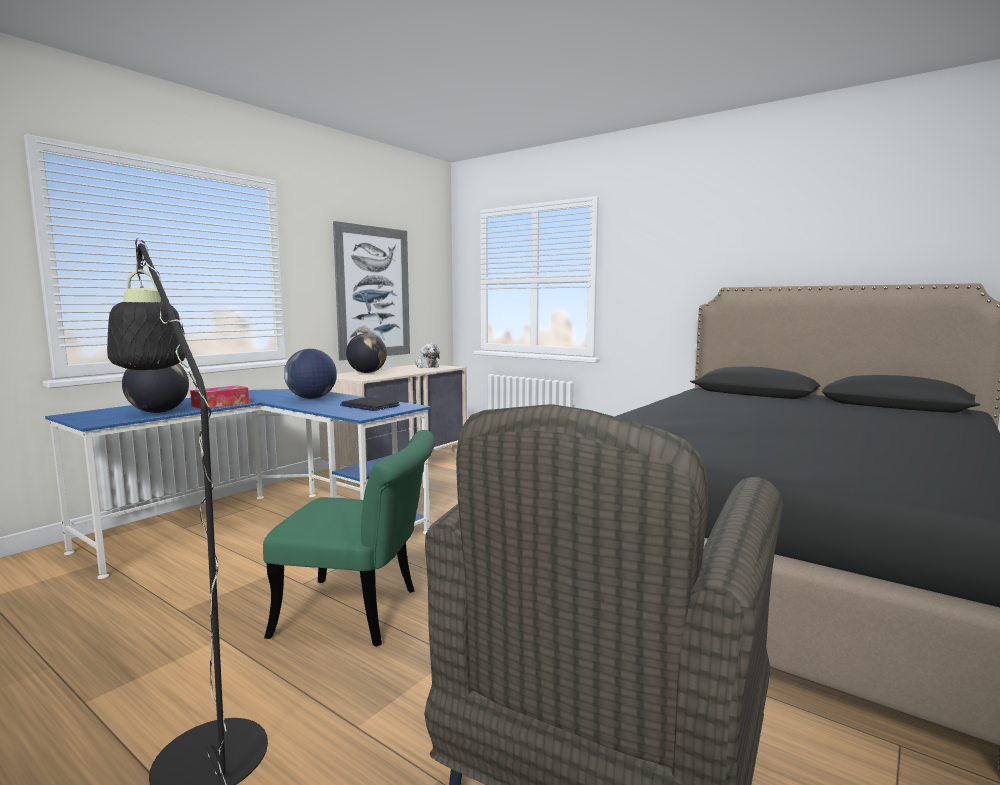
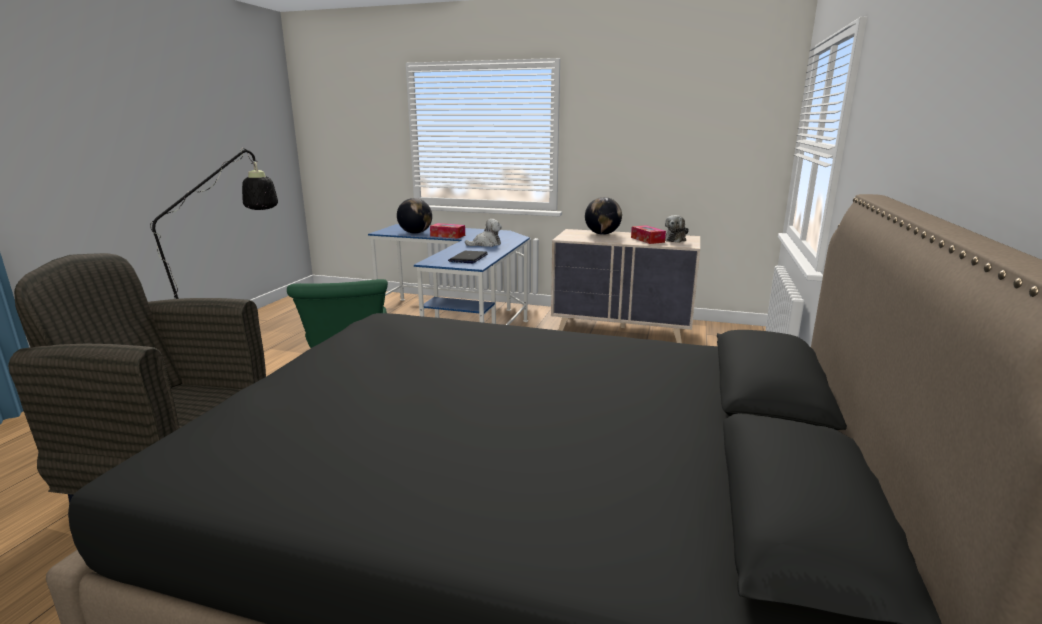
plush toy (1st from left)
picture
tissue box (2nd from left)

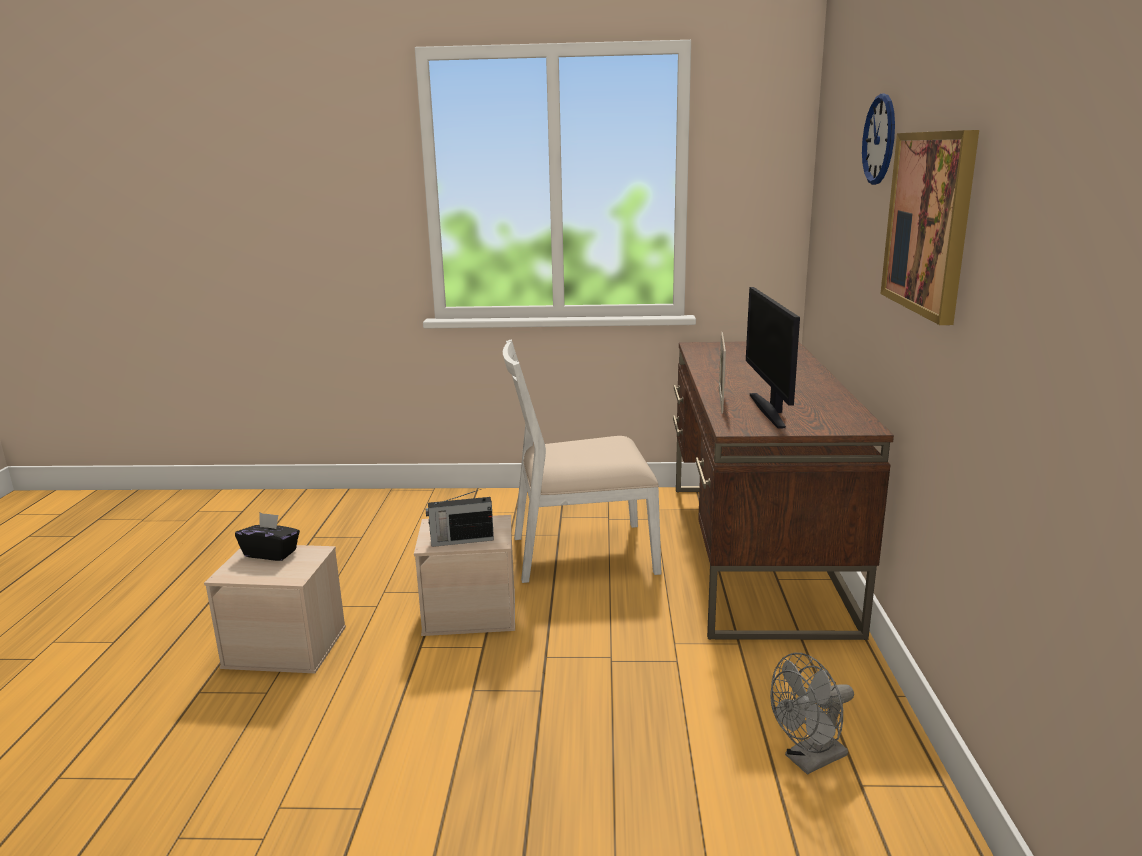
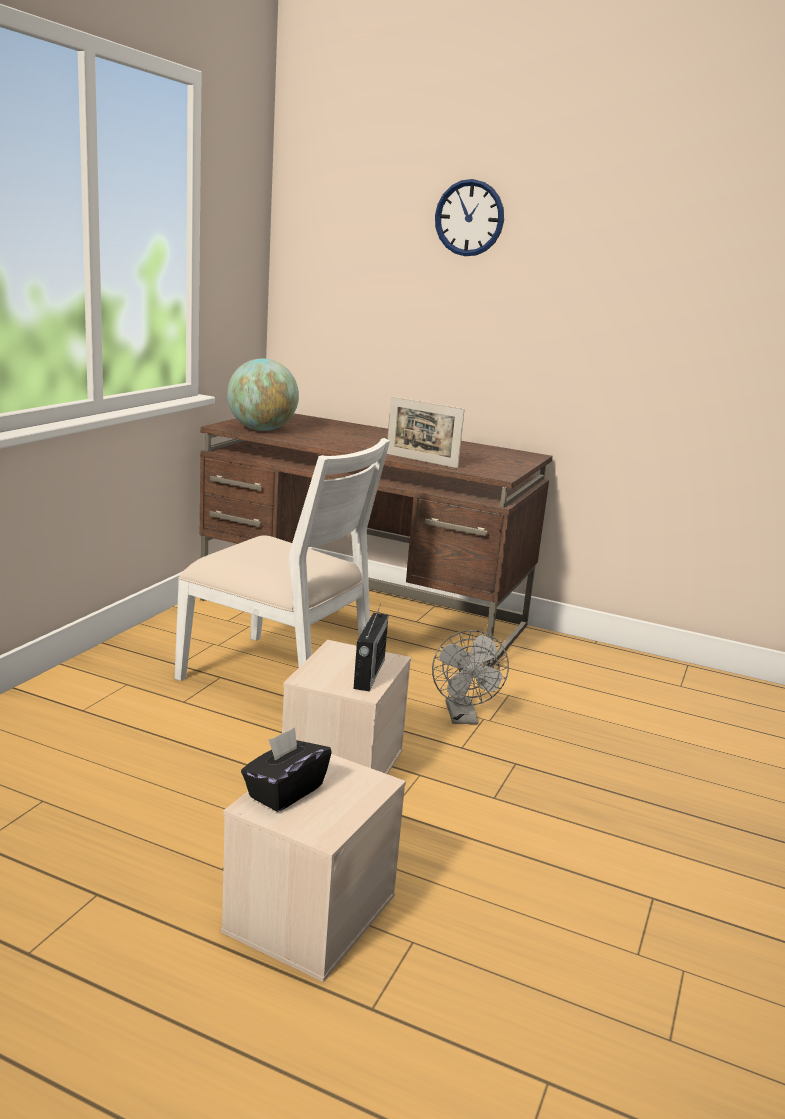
chair/white
monitor
fan/grey
picture
globe

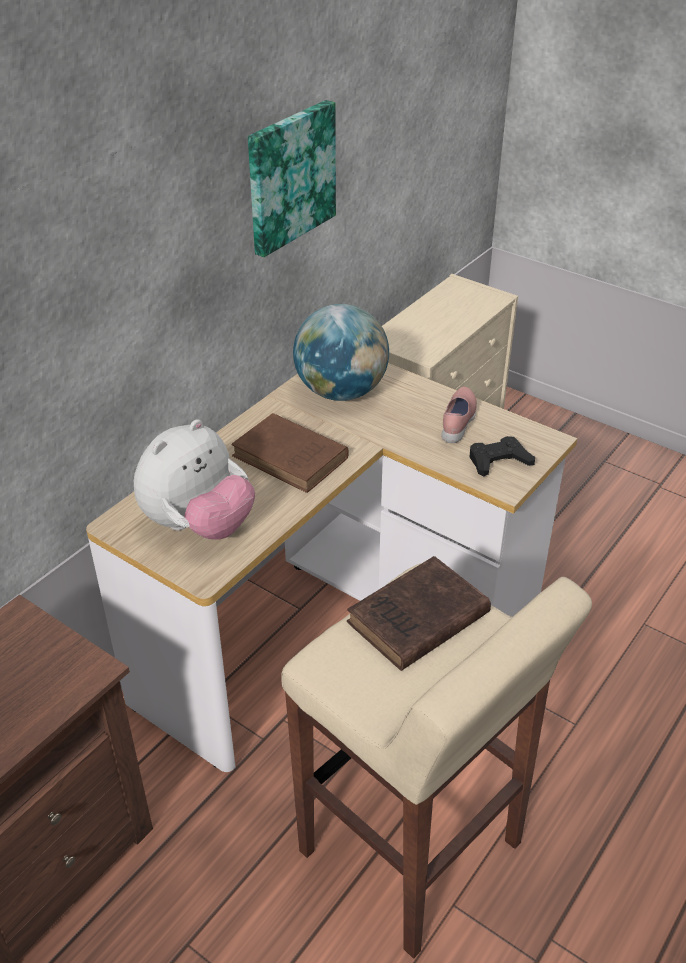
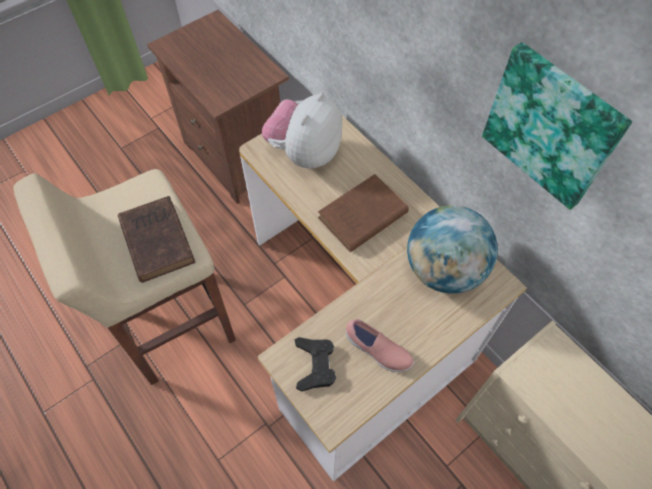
plush toy

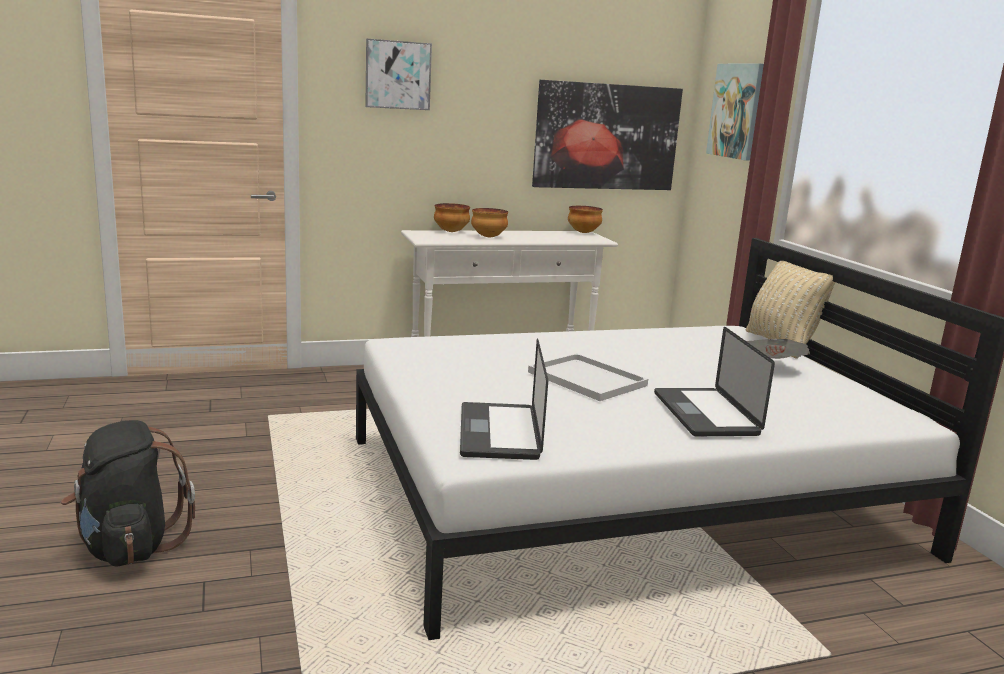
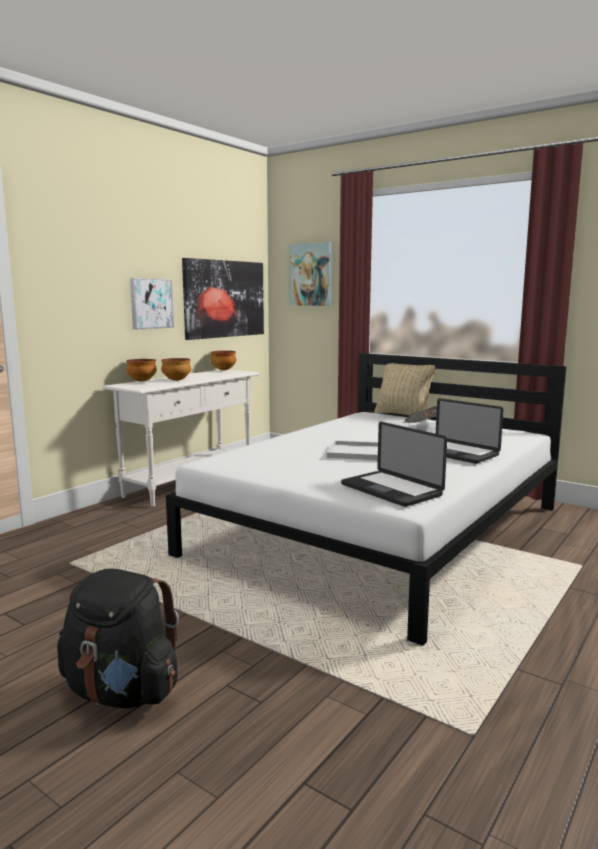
picture (1st from left)

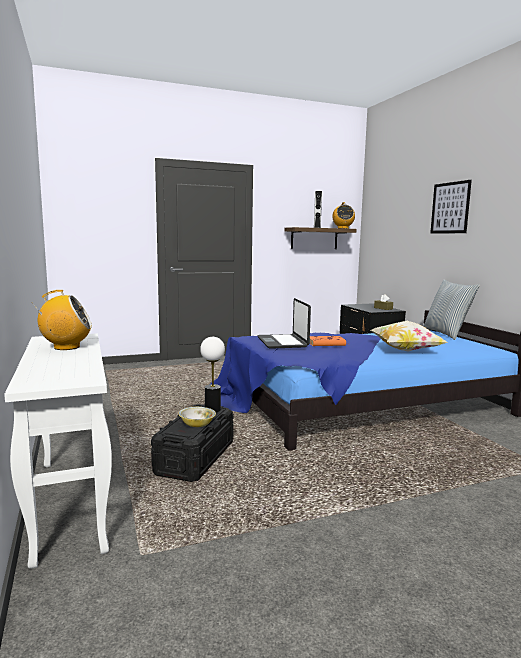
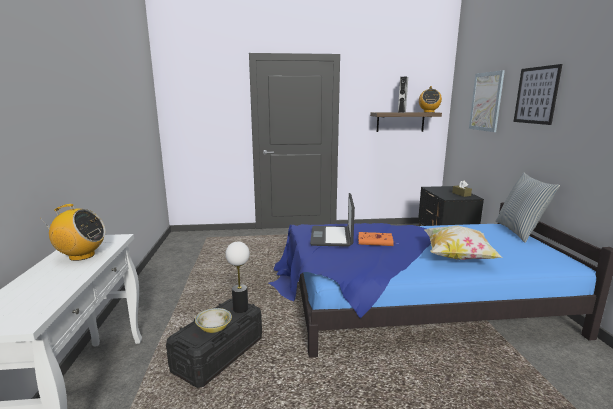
picture (1st from left)

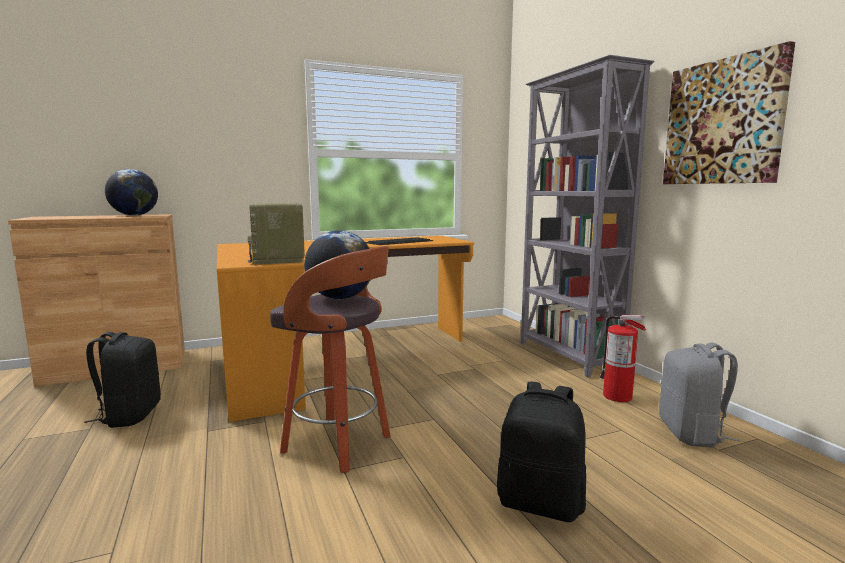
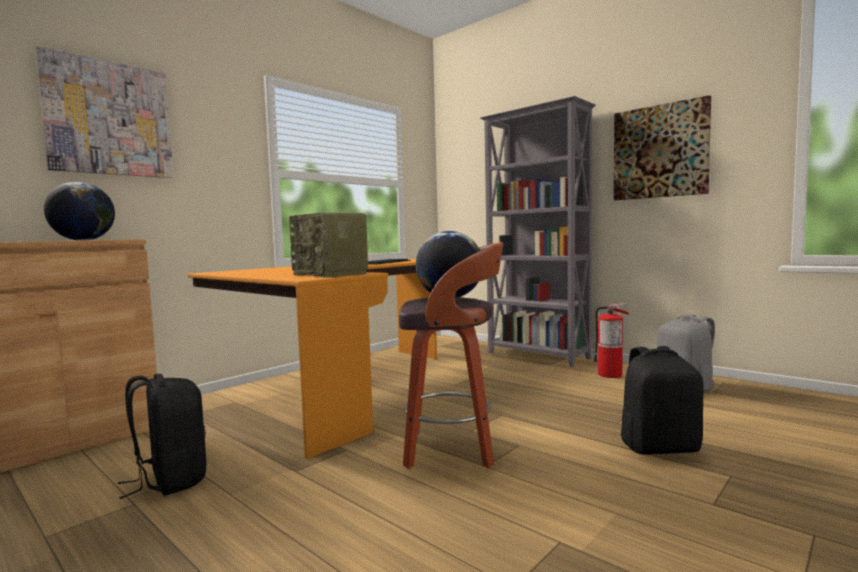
picture (1st from left)

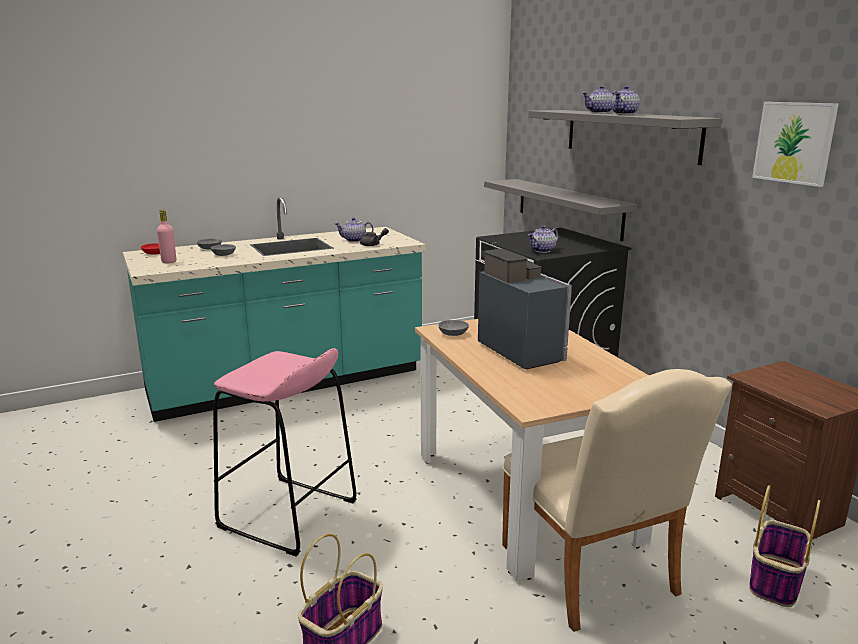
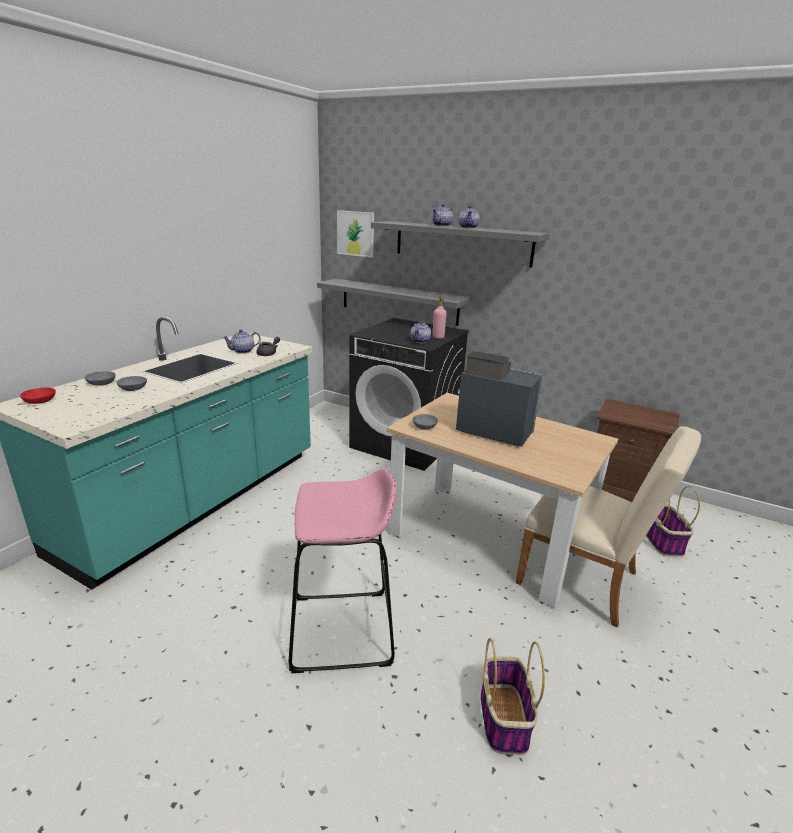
bottle/pink
picture

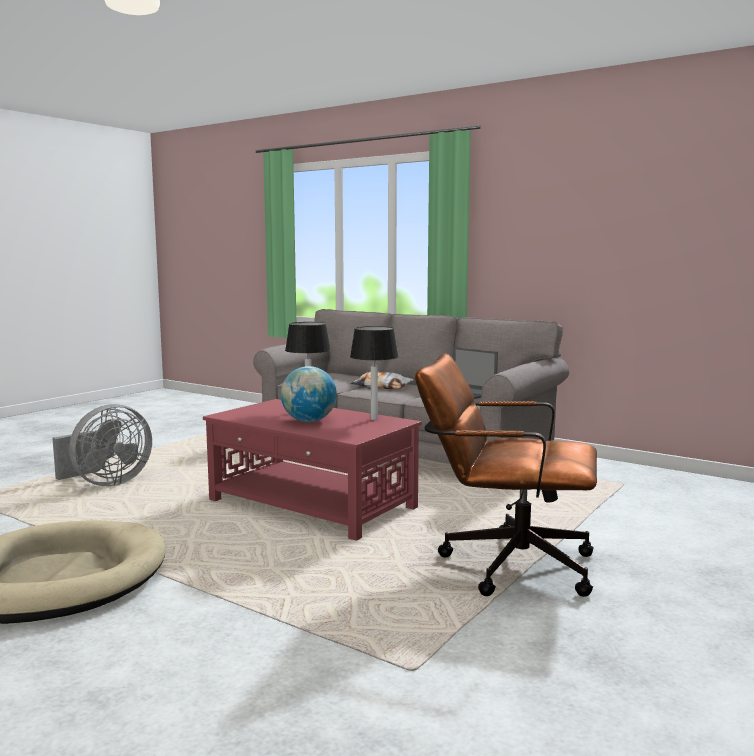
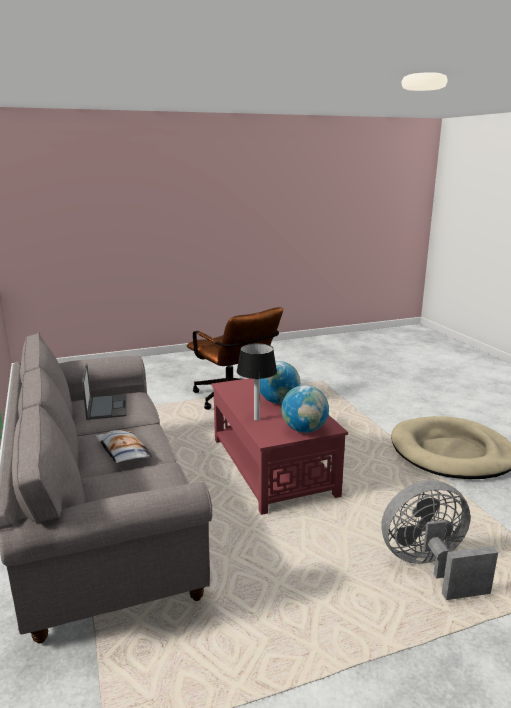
table lamp (2nd from left in the first image)
globe (2nd from left)

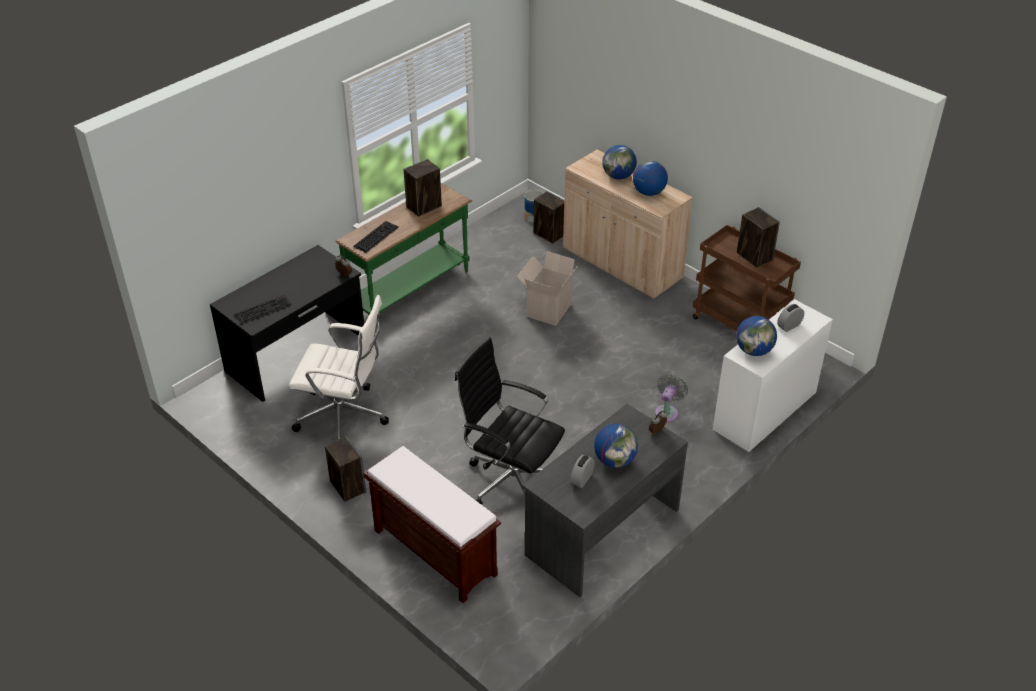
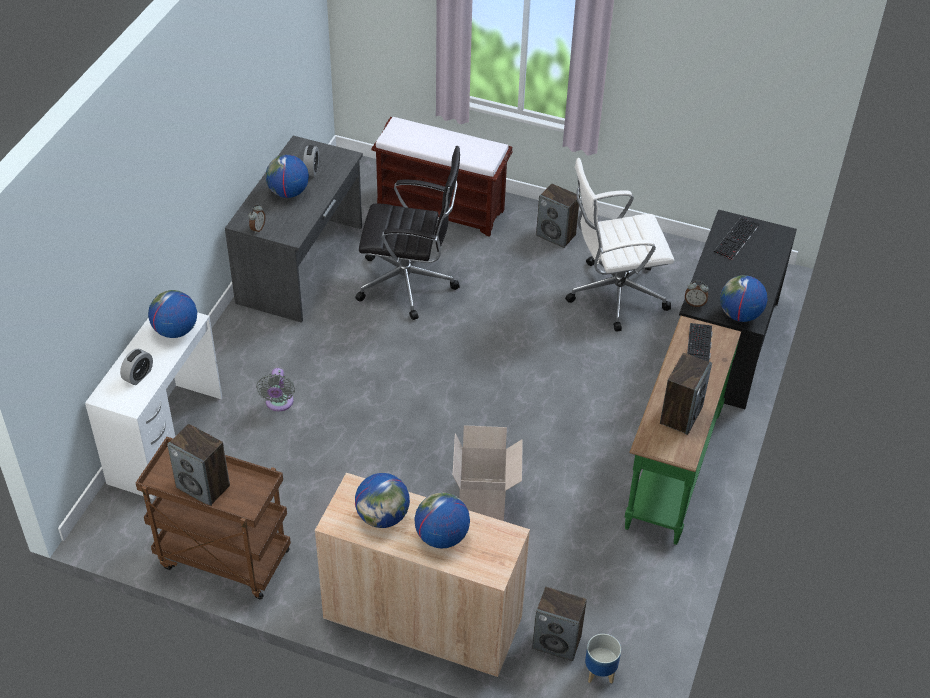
globe (5th from left)

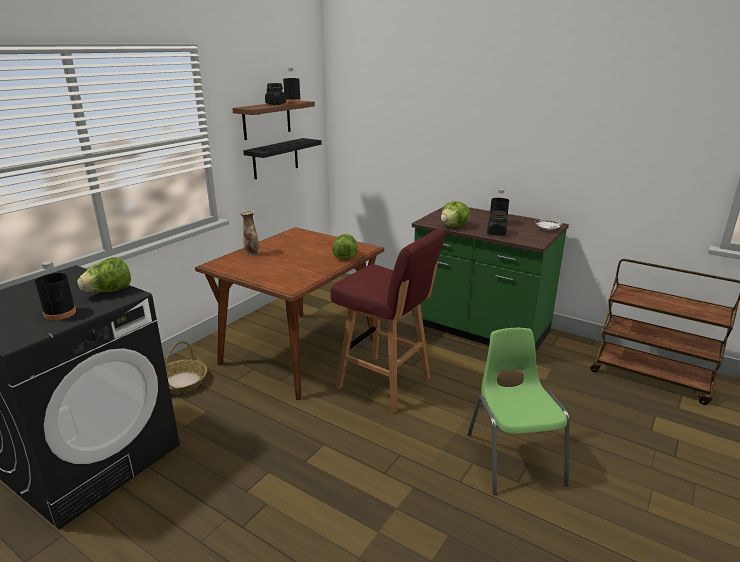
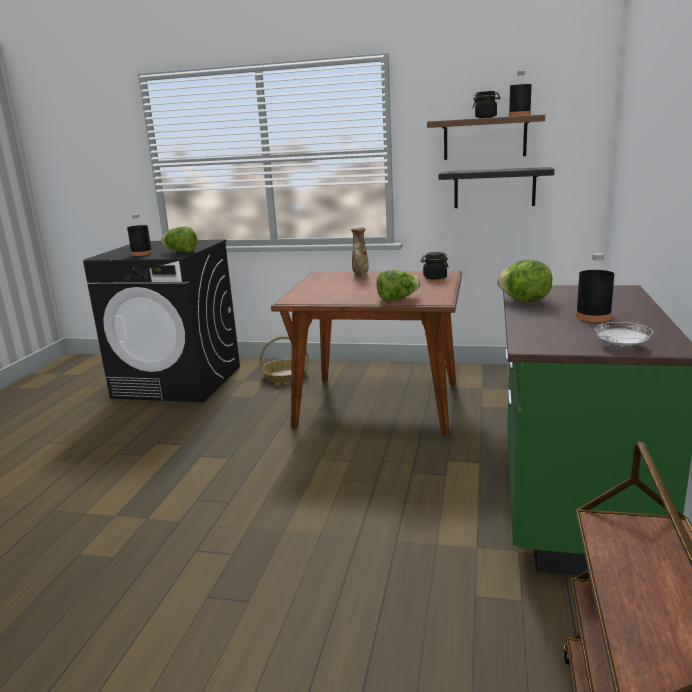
stool/red
chair/green
jar/black (1st from left)

